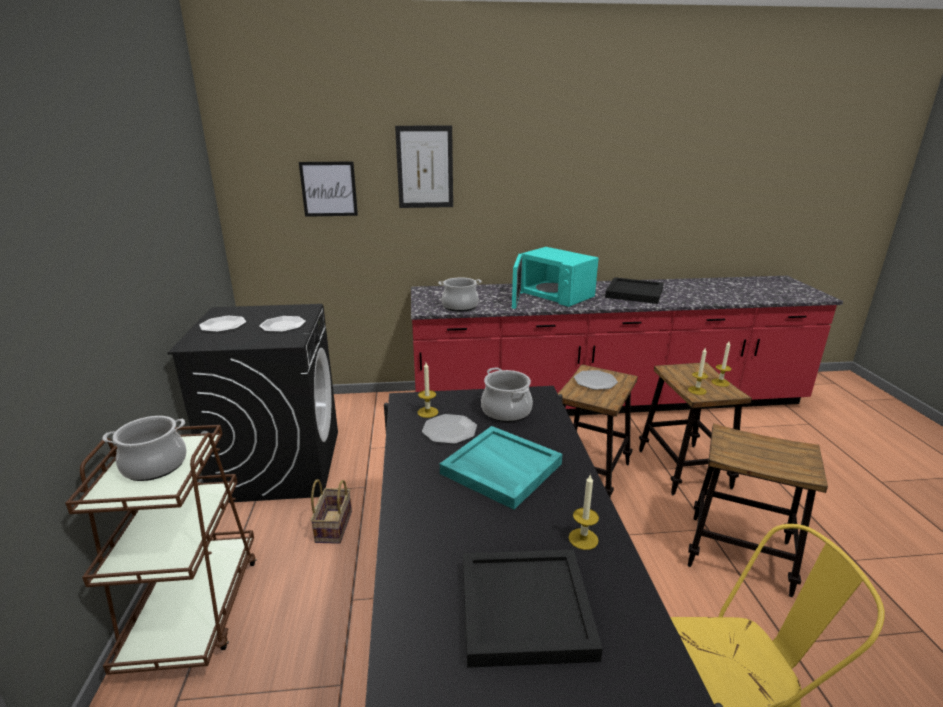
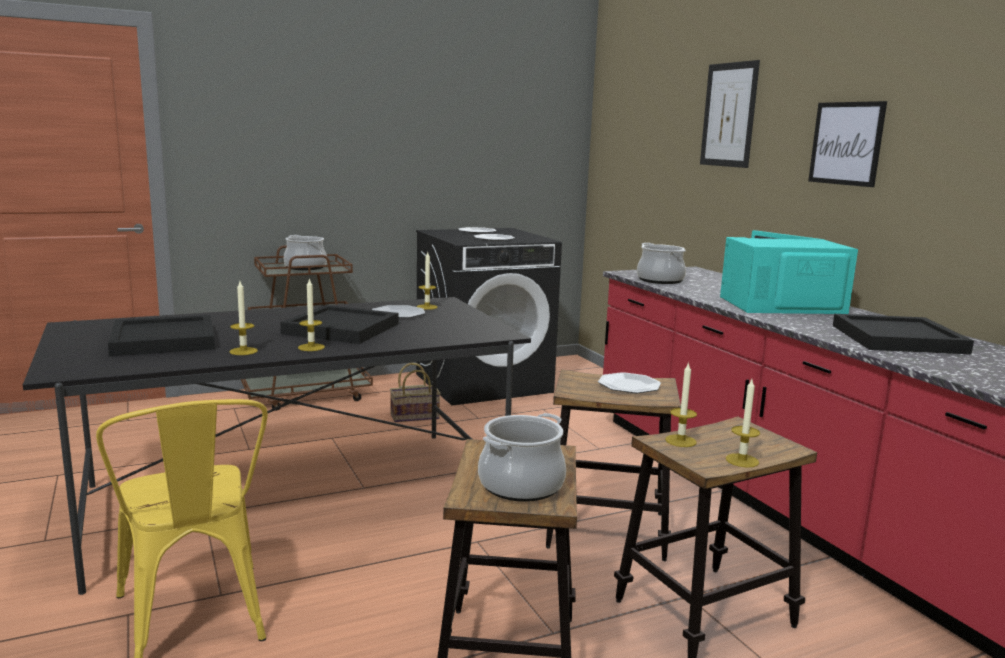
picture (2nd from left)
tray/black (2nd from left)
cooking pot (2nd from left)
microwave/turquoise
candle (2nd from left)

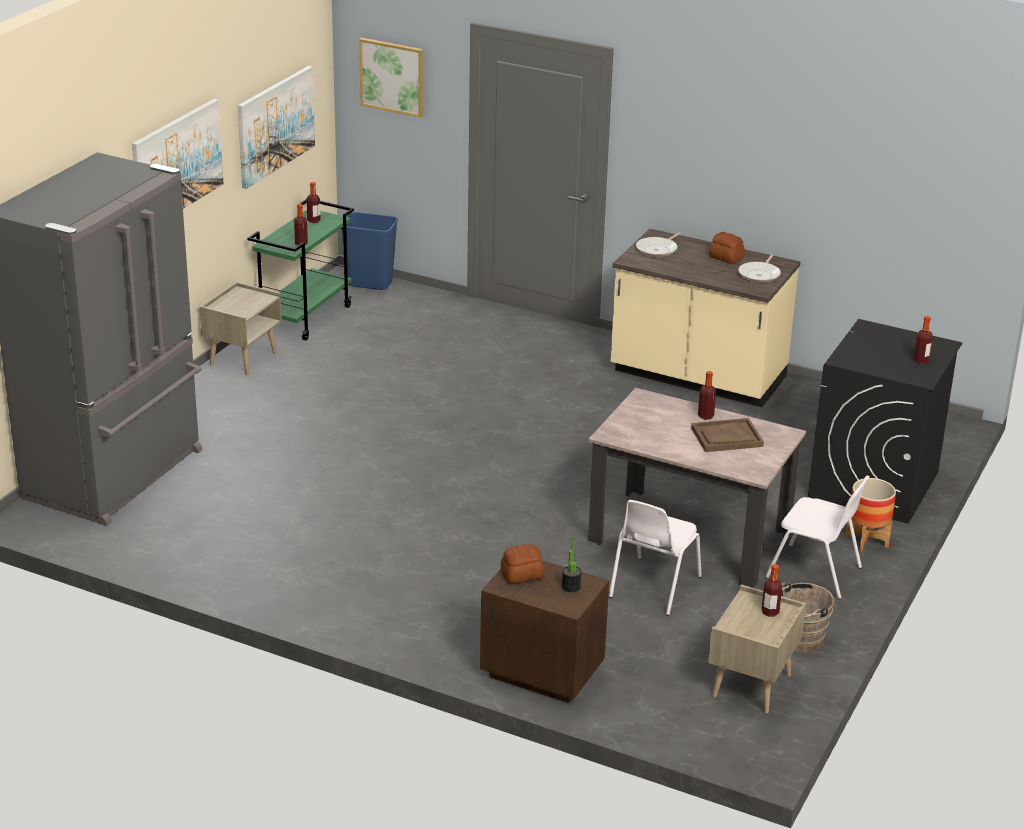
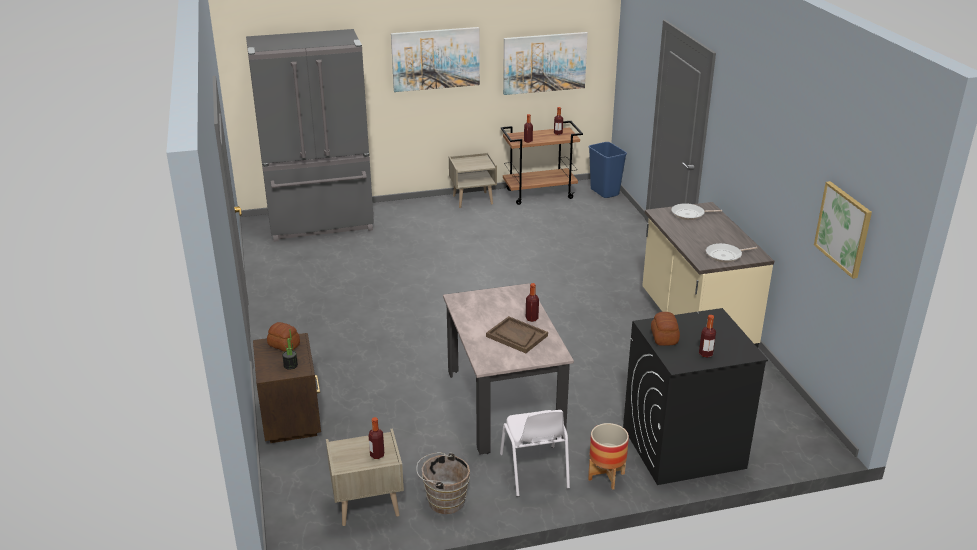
cart/brown
picture (3rd from left)
chair/white (1st from left in the first image)
bread (2nd from left)

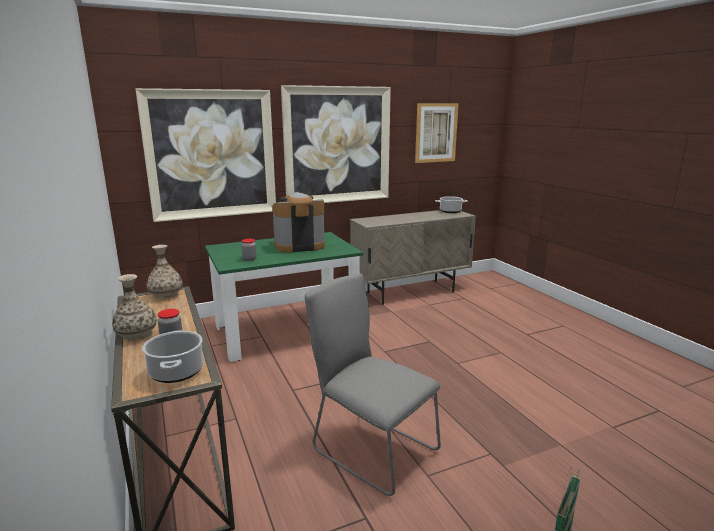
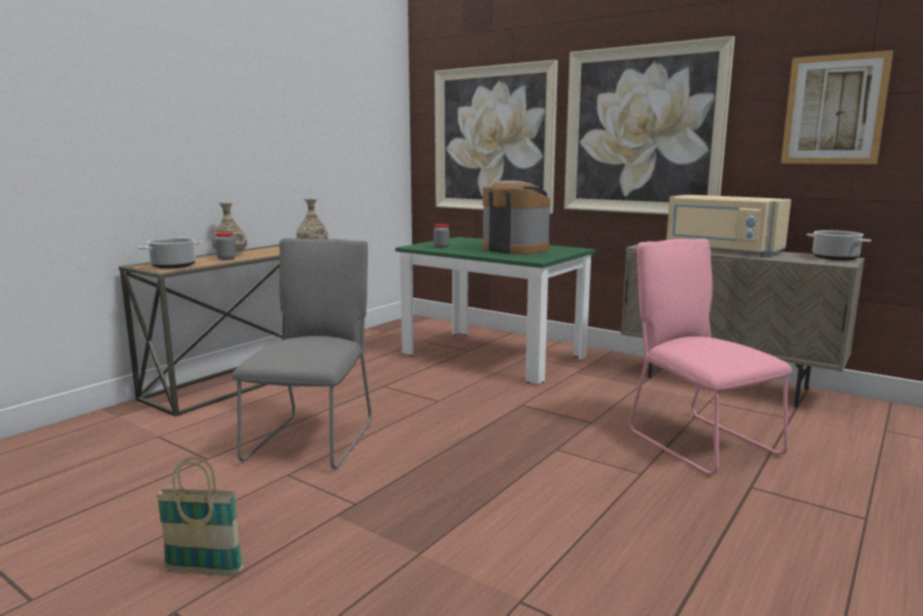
chair/pink
microwave/beige

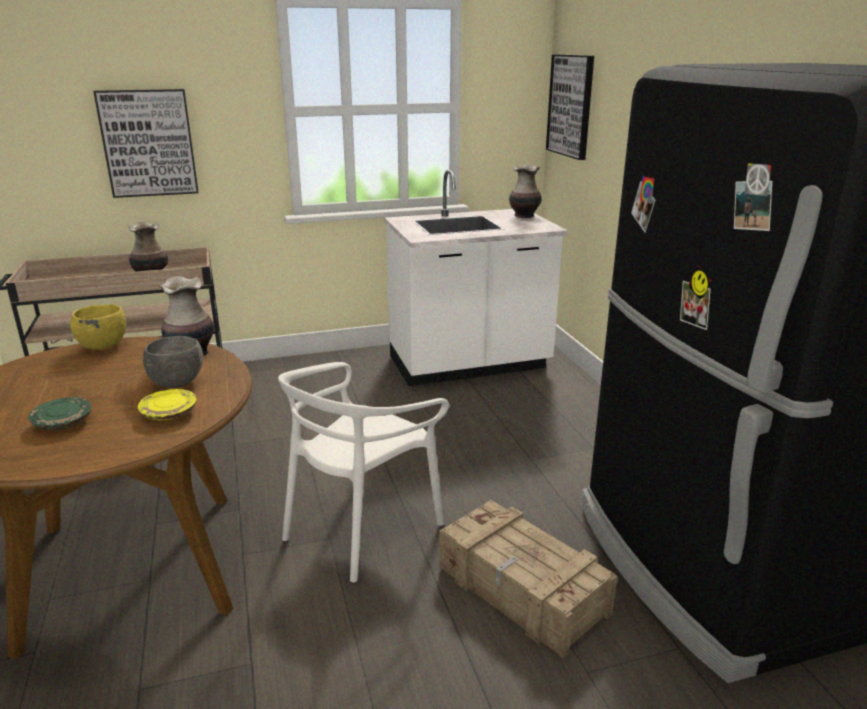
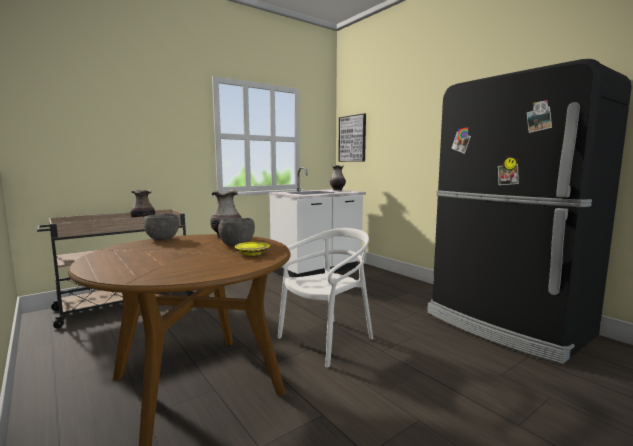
plate/green
bowl/grey (1st from left)
picture (1st from left in the first image)
chair/white
crate

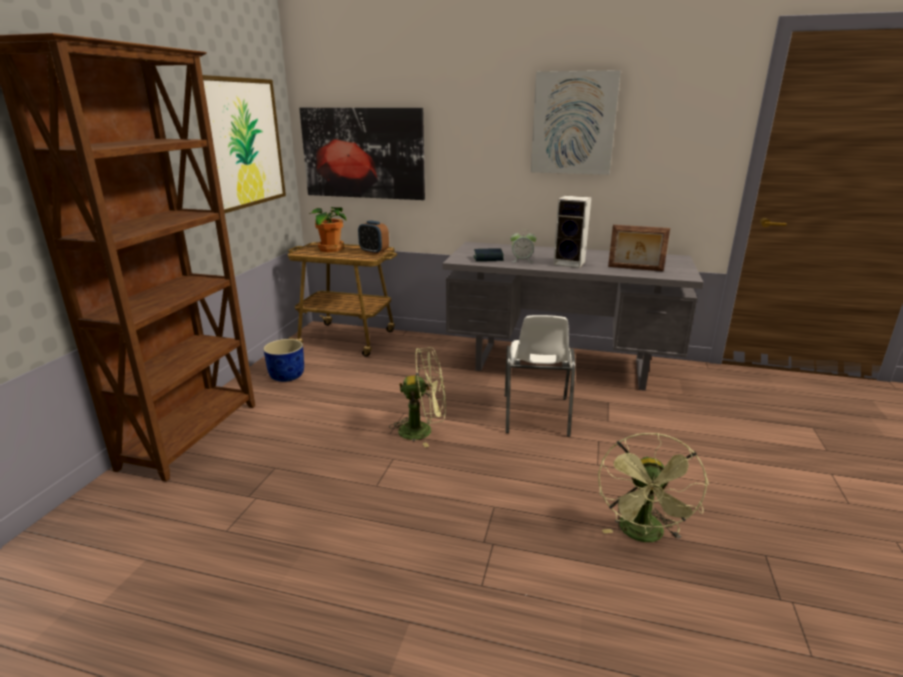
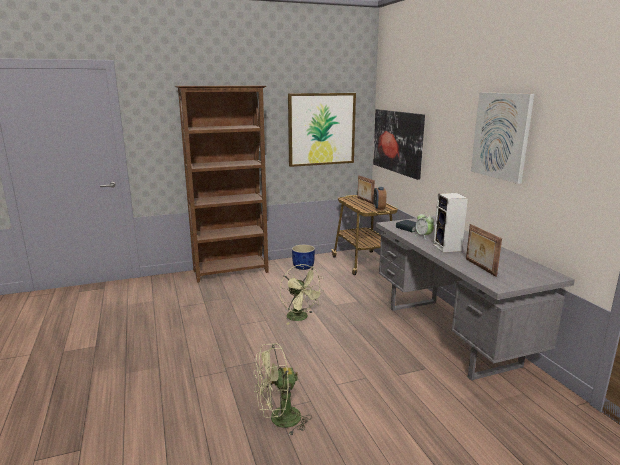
picture frame (1st from left)
chair/white

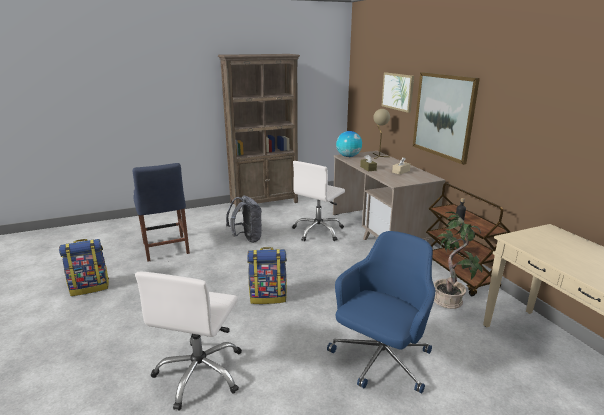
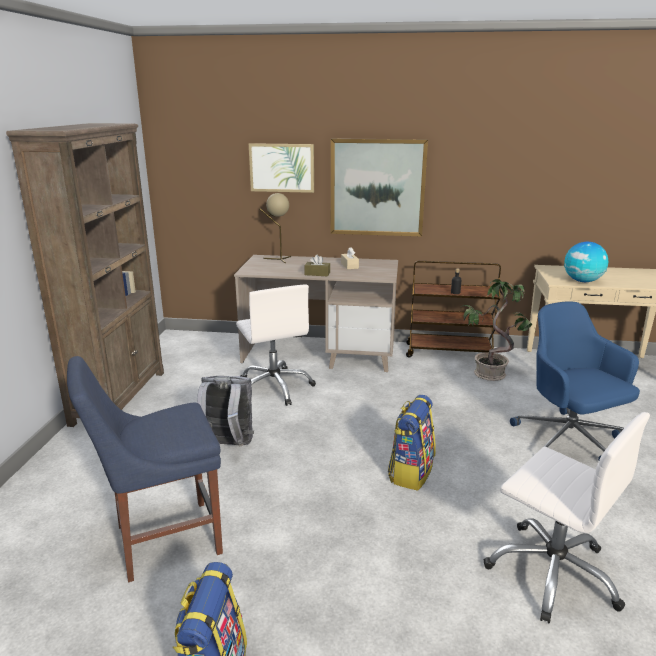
chair/blue
globe

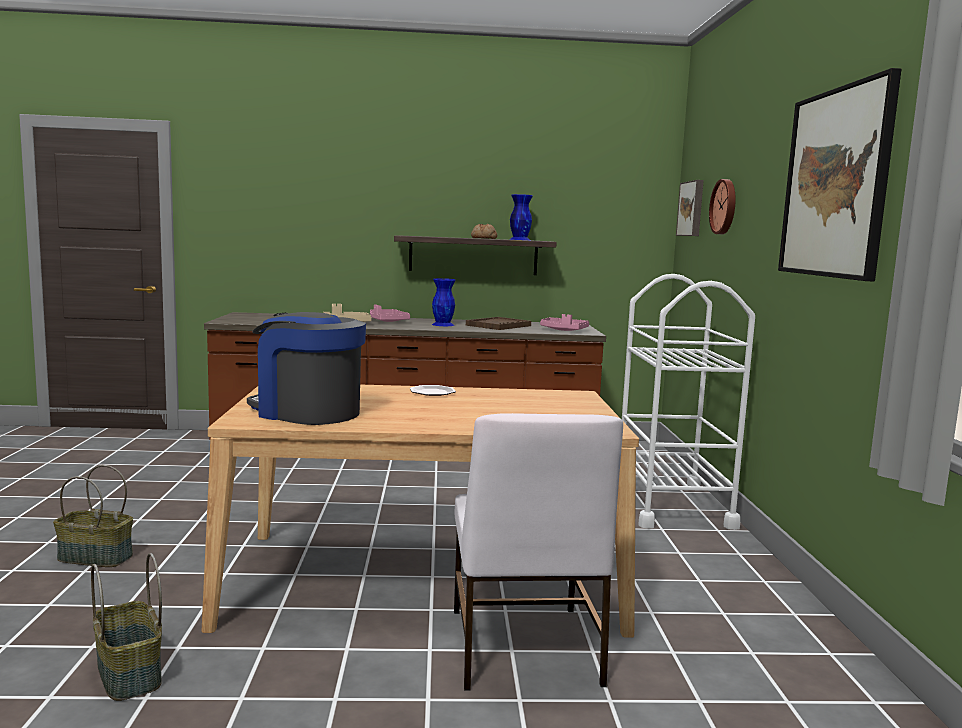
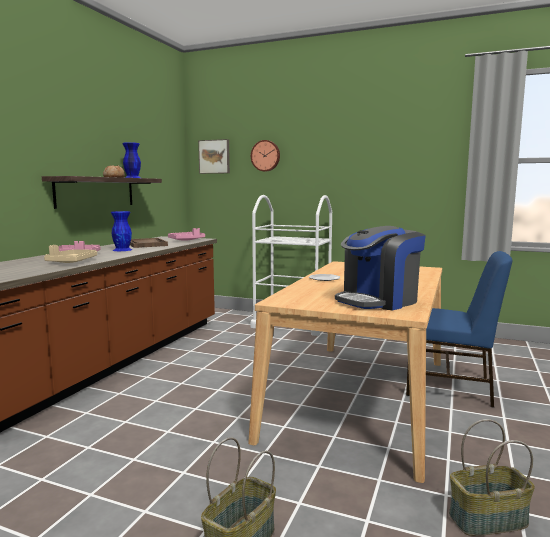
chair/blue
picture (2nd from left in the first image)

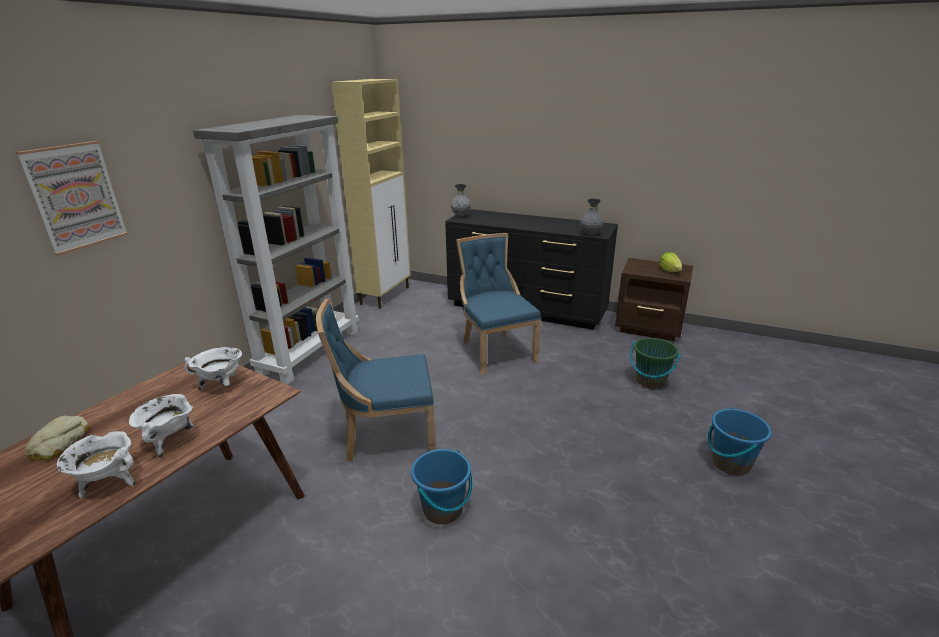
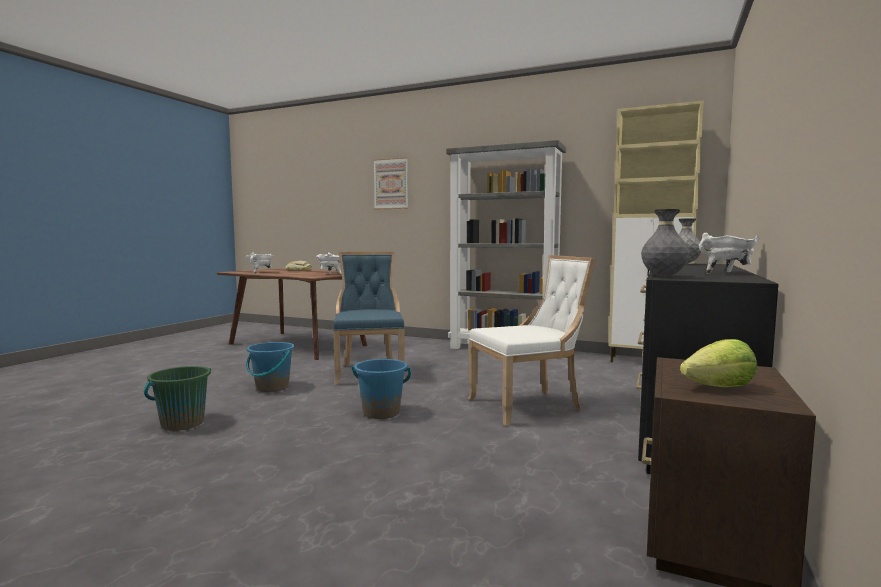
cooking pot/white (3rd from left)
chair/white
bucket/green
bucket/blue (2nd from left)

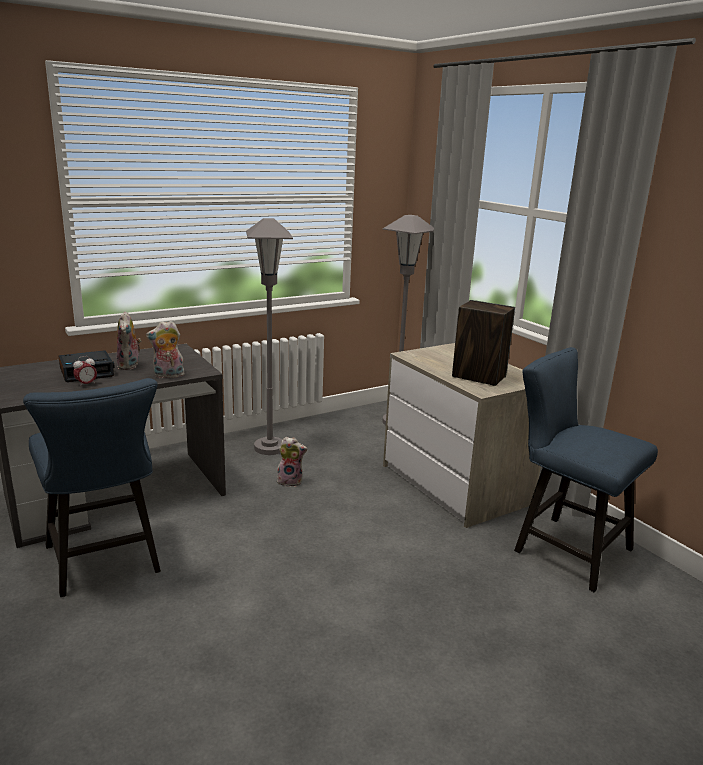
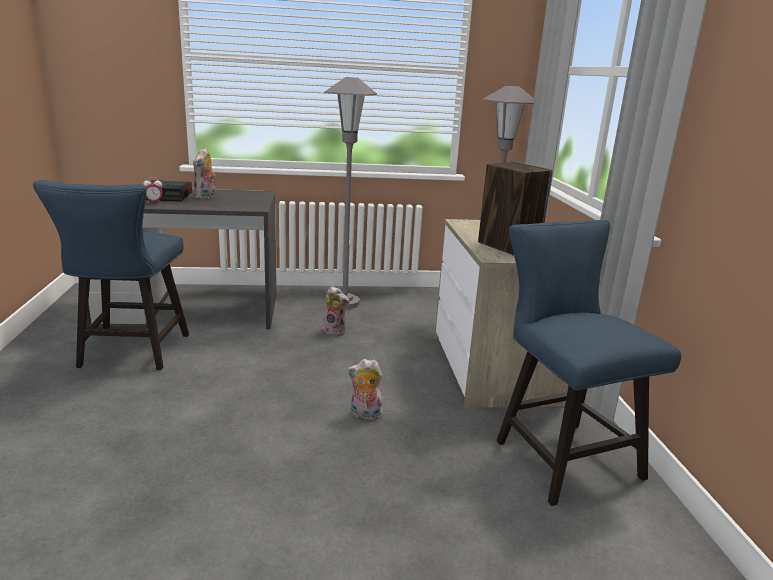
plush toy (3rd from left)

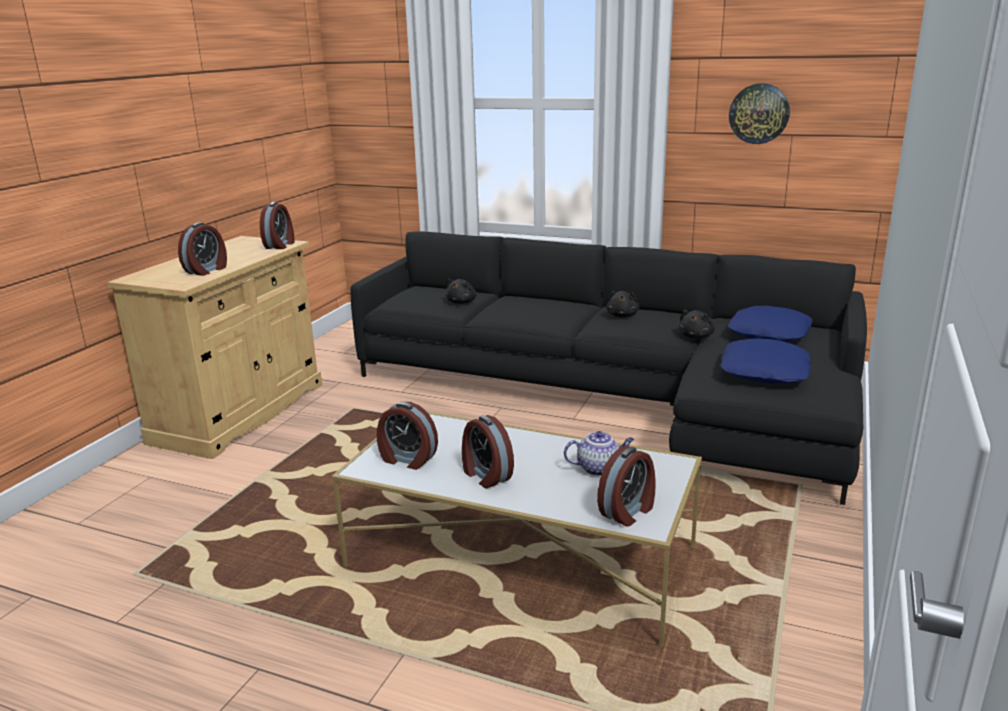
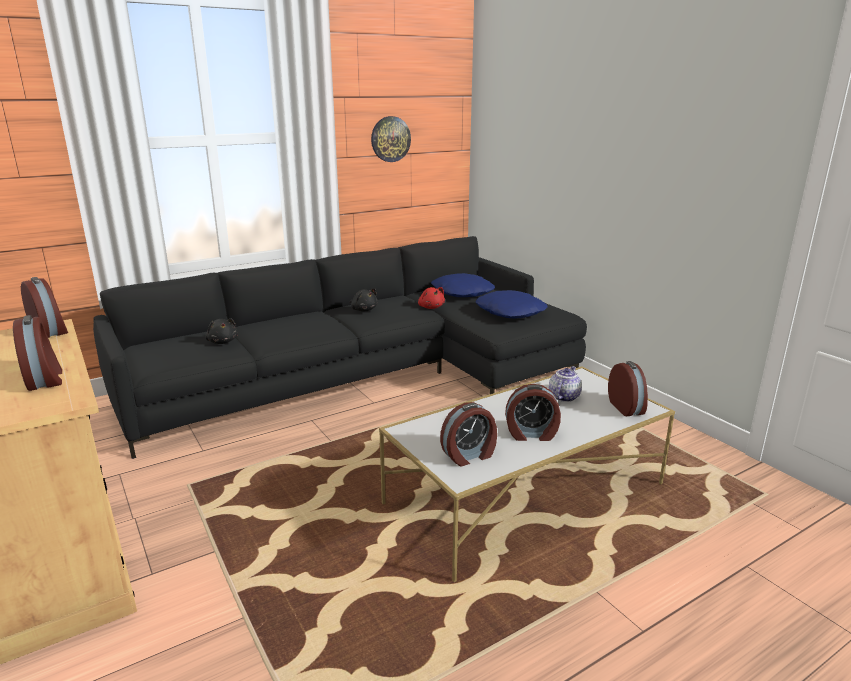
plush toy/red

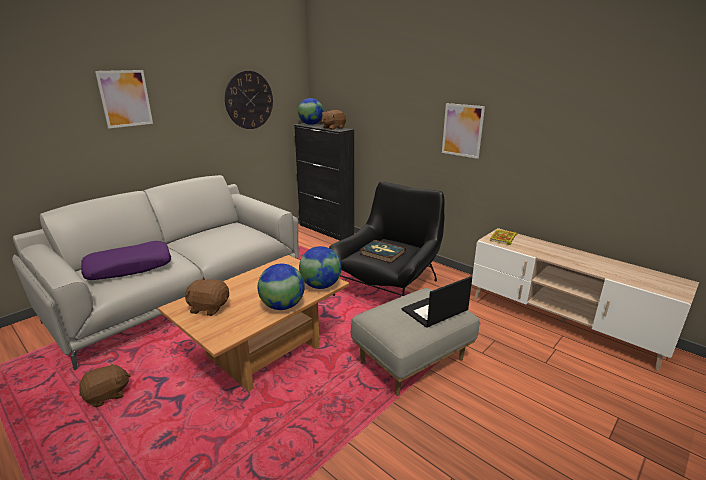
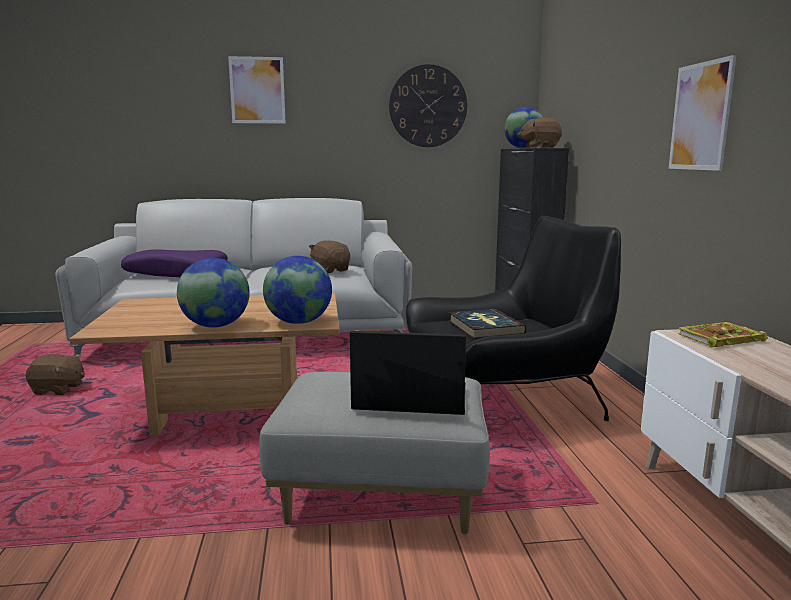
plush toy/brown (2nd from left)

